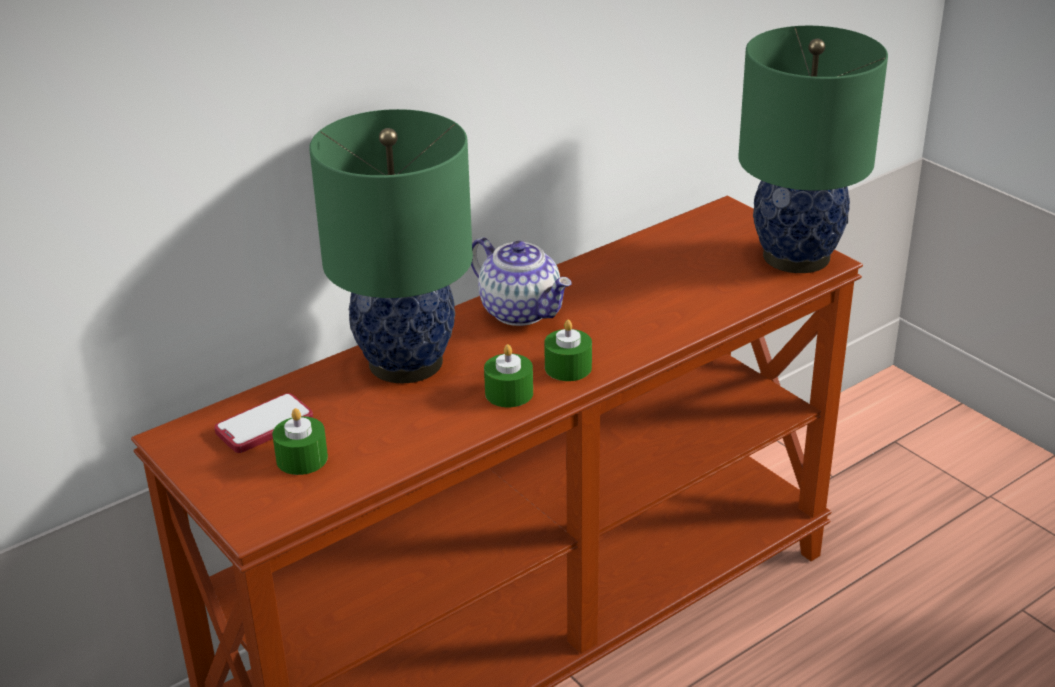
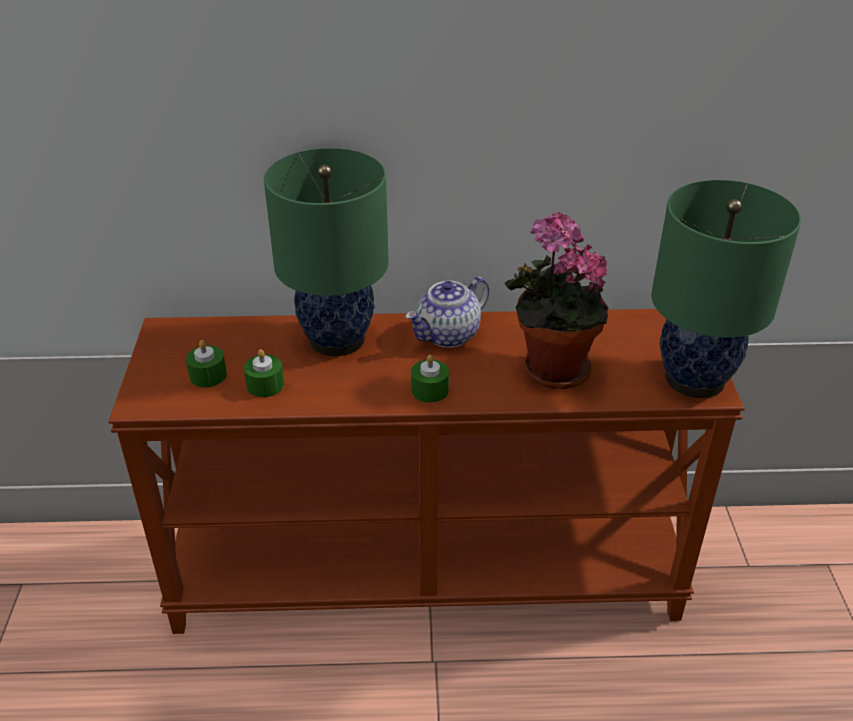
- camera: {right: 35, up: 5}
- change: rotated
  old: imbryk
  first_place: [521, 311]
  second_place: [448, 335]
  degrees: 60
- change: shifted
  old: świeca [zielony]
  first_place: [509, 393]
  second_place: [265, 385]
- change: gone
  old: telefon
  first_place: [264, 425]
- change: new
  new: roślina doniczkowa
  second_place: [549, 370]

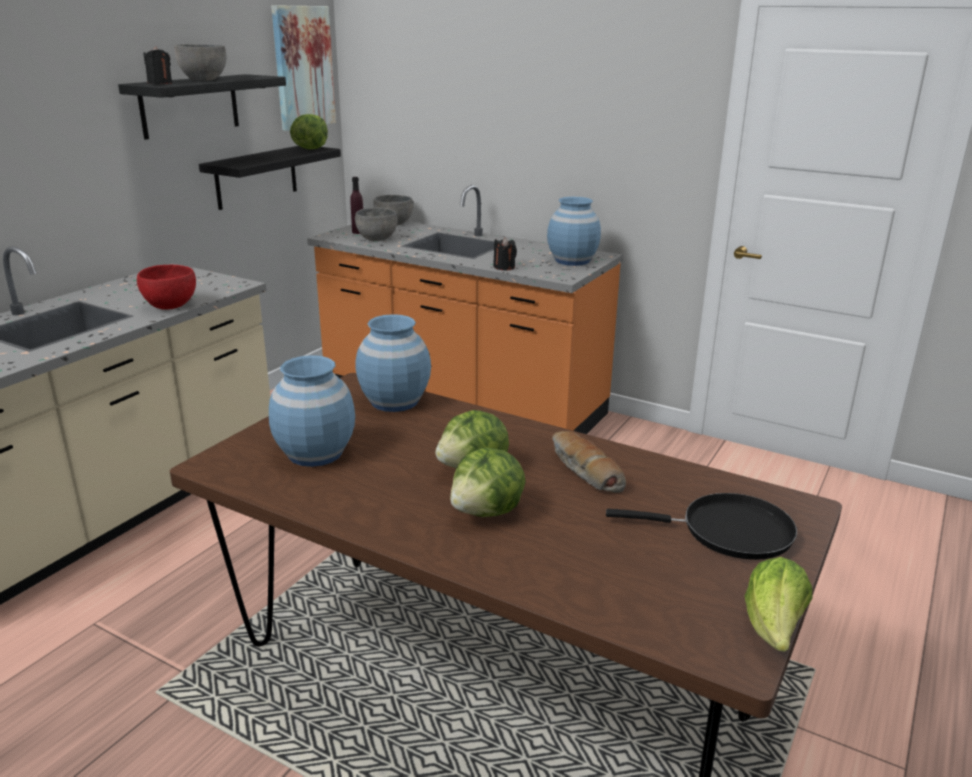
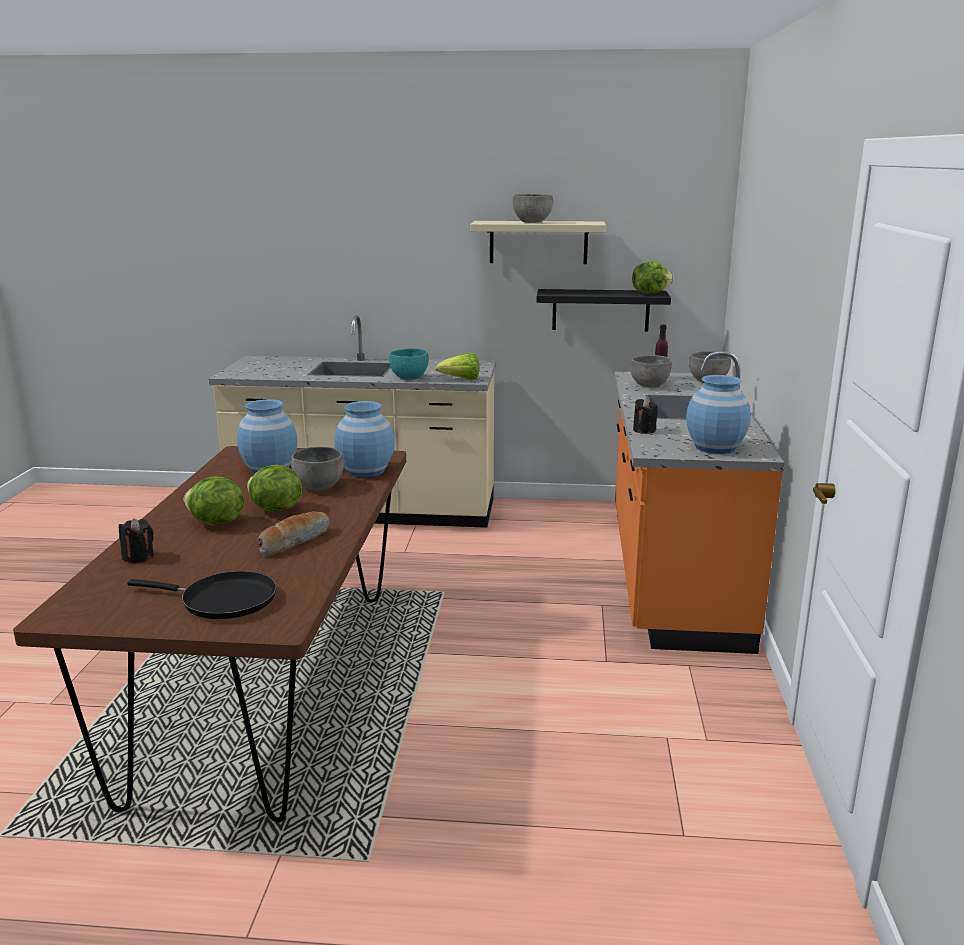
- camera: {right: 65, up: -5}
- change: gone
  old: obraz
  first_place: [303, 67]
- change: shifted
  old: świeca [czarny]
  first_place: [160, 83]
  second_place: [138, 557]
- change: repainted
  old: półka [czarny]
  new: półka [beżowy]
  first_place: [190, 105]
  second_place: [538, 242]
- change: repainted
  old: miska [czerwony]
  new: miska [turkusowy]
  first_place: [169, 306]
  second_place: [409, 378]
- change: rotated
  old: patelnia [czarny]
  first_place: [728, 532]
  second_place: [223, 600]
  degrees: -60
- change: shifted
  old: sałata
  first_place: [773, 629]
  second_place: [461, 379]
- change: new
  new: miska [szary]
  second_place: [319, 487]

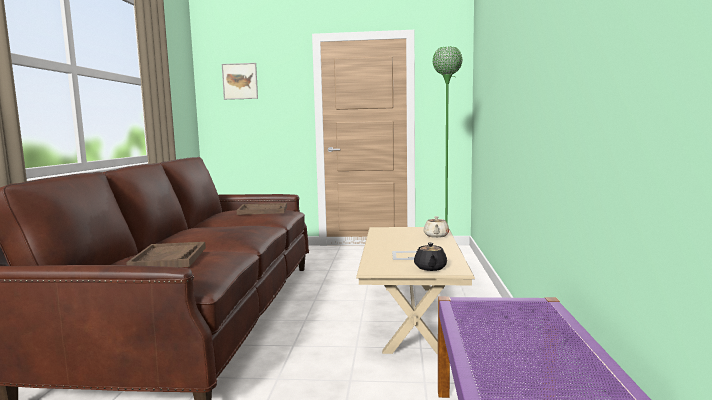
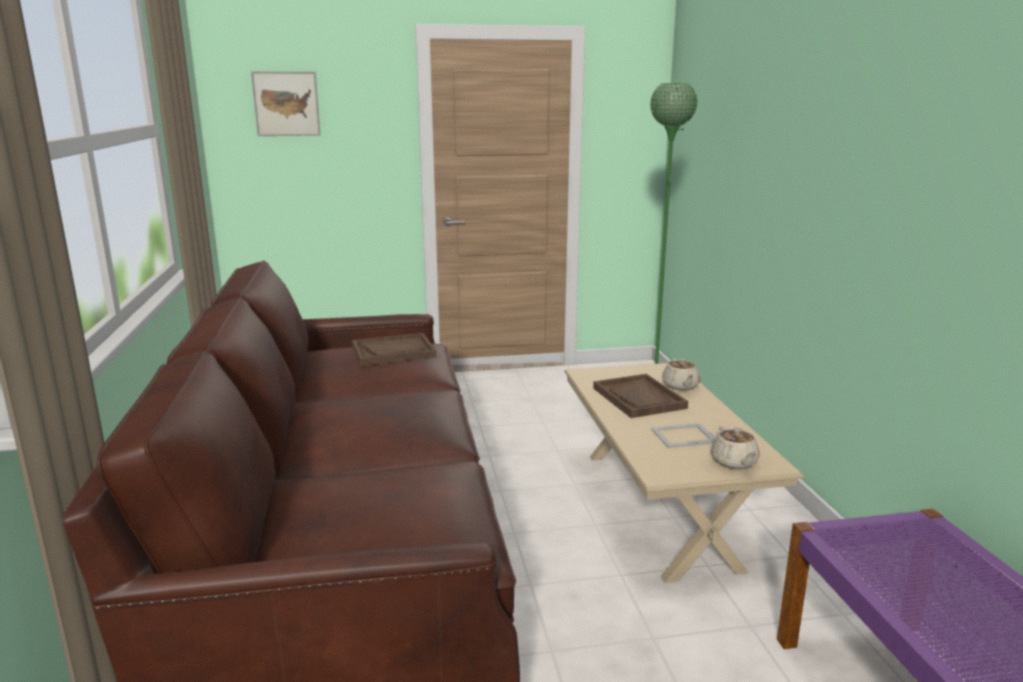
- camera: {right: -15, up: 10}
- change: shifted
  old: taca [brązowy]
  first_place: [169, 258]
  second_place: [639, 398]
- change: repainted
  old: imbryk [czarny]
  new: imbryk [beżowy]
  first_place: [430, 268]
  second_place: [734, 463]

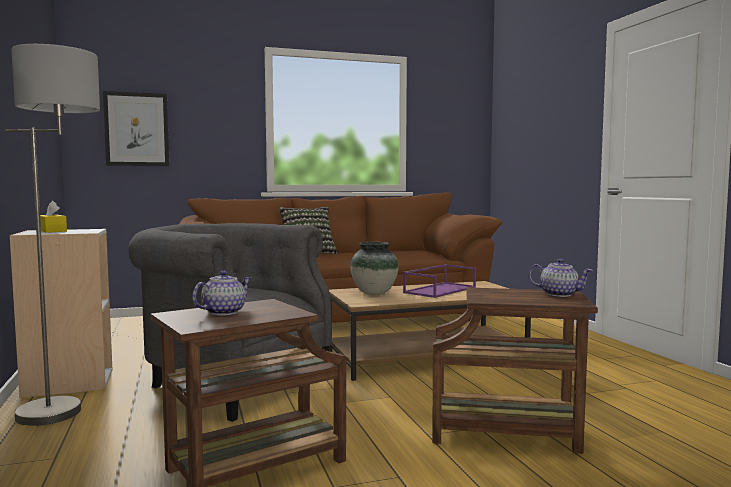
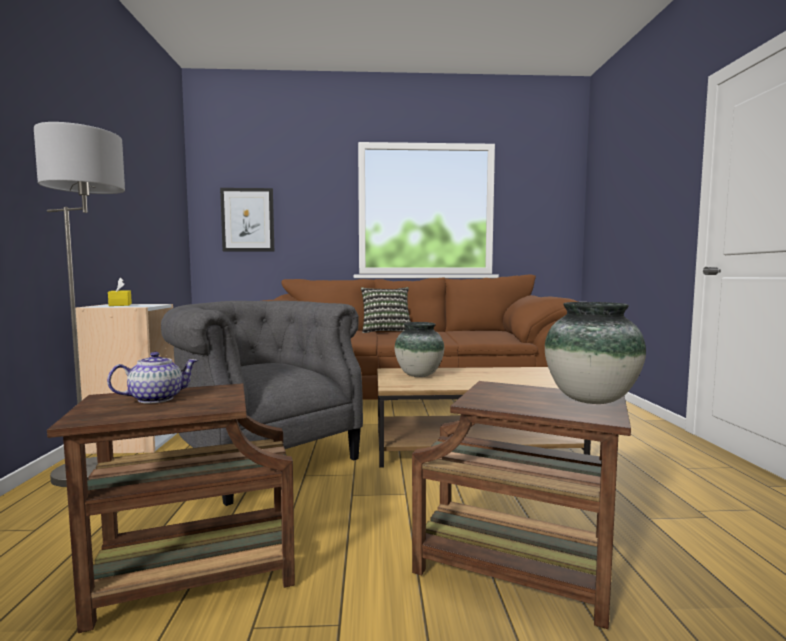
- camera: {right: 15, up: 0}
- change: swapped
  old: imbryk
  new: wazon
  first_place: [559, 294]
  second_place: [590, 399]
- change: gone
  old: taca [fioletowy]
  first_place: [440, 290]

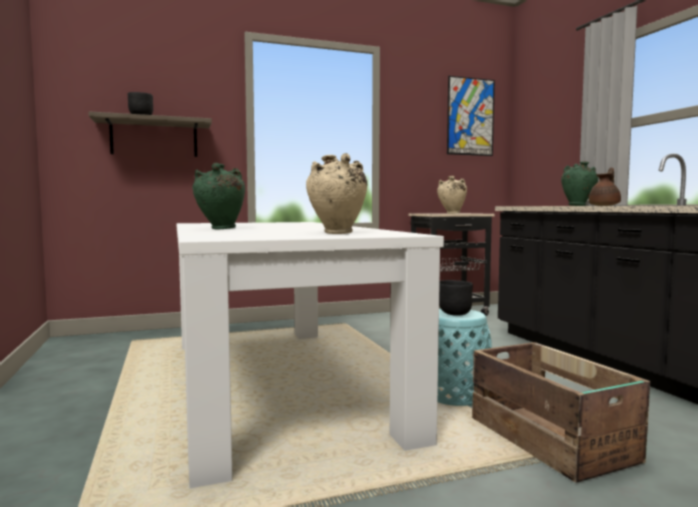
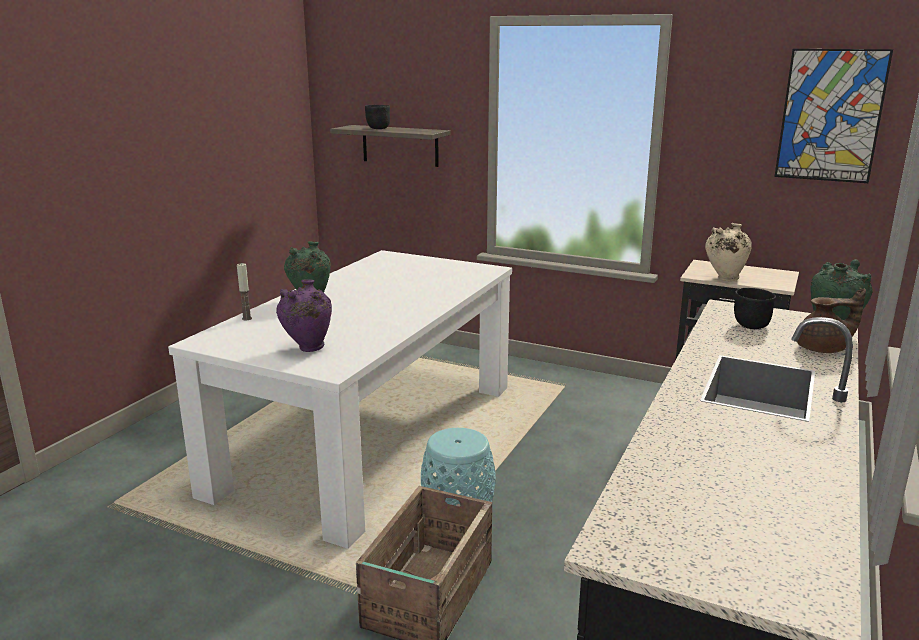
- camera: {right: 45, up: 15}
- change: repainted
  old: wazon [beżowy]
  new: wazon [fioletowy]
  first_place: [337, 233]
  second_place: [307, 348]
- change: shifted
  old: miska [czarny]
  first_place: [454, 314]
  second_place: [750, 326]
- change: new
  new: świeca
  second_place: [246, 318]

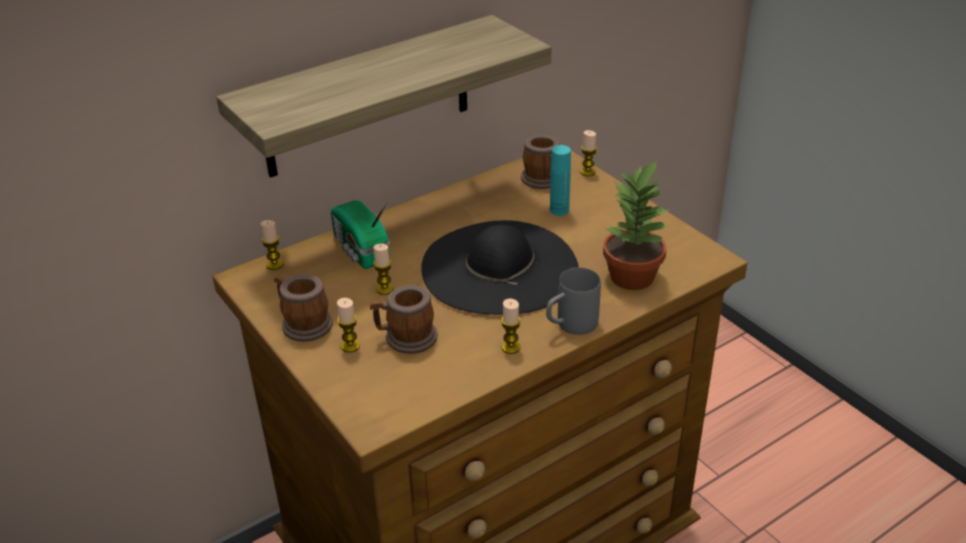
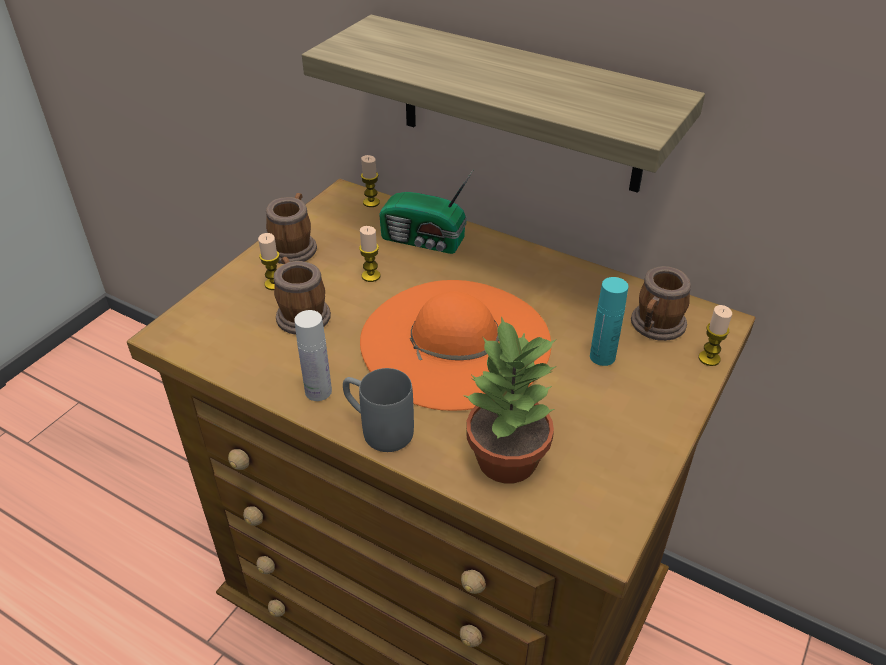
- camera: {right: 65, up: 5}
- change: rotated
  old: radio
  first_place: [360, 250]
  second_place: [424, 241]
  degrees: -105
- change: repainted
  old: kapelusz [czarny]
  new: kapelusz [pomarańczowy]
  first_place: [499, 267]
  second_place: [455, 341]
- change: swapped
  old: świeca
  new: butelka [biały]
  first_place: [511, 347]
  second_place: [318, 391]

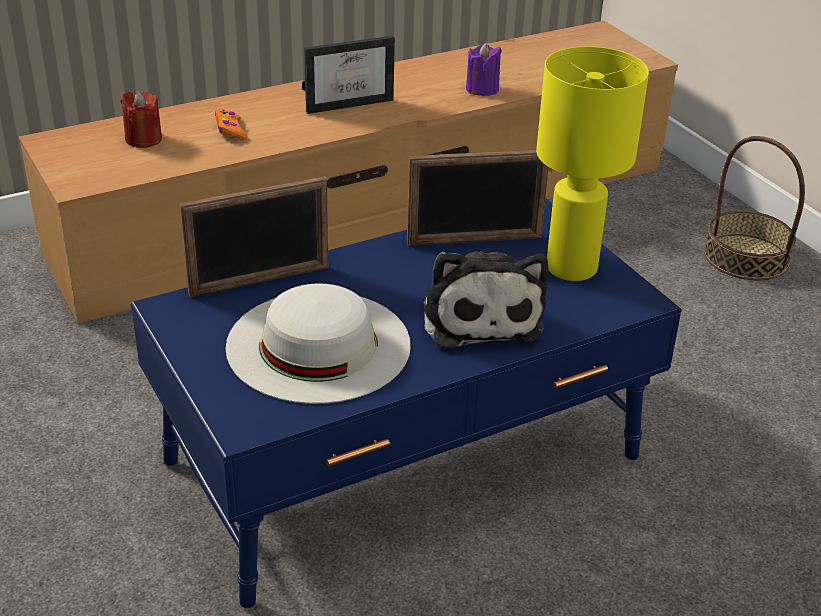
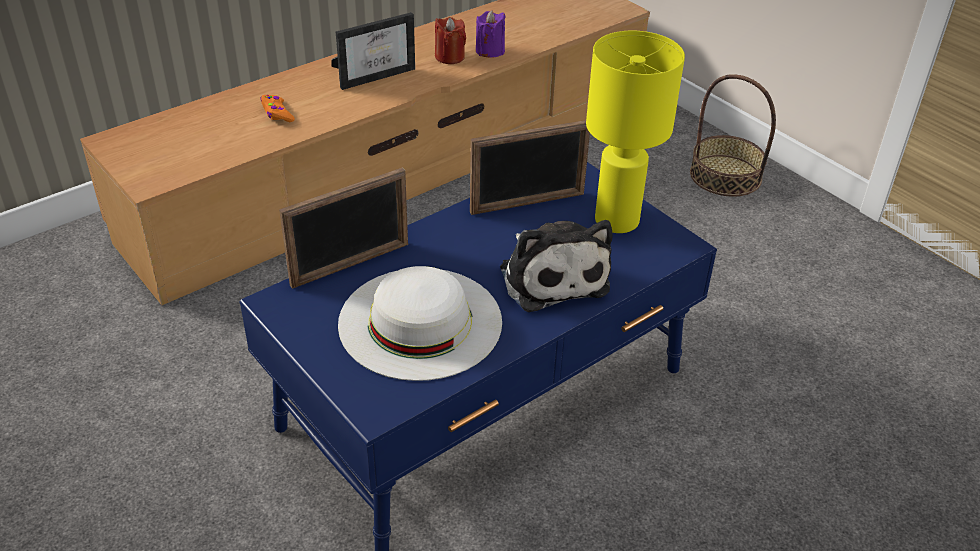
- camera: {right: -10, up: 5}
- change: shifted
  old: świeca [czerwony]
  first_place: [143, 139]
  second_place: [449, 57]

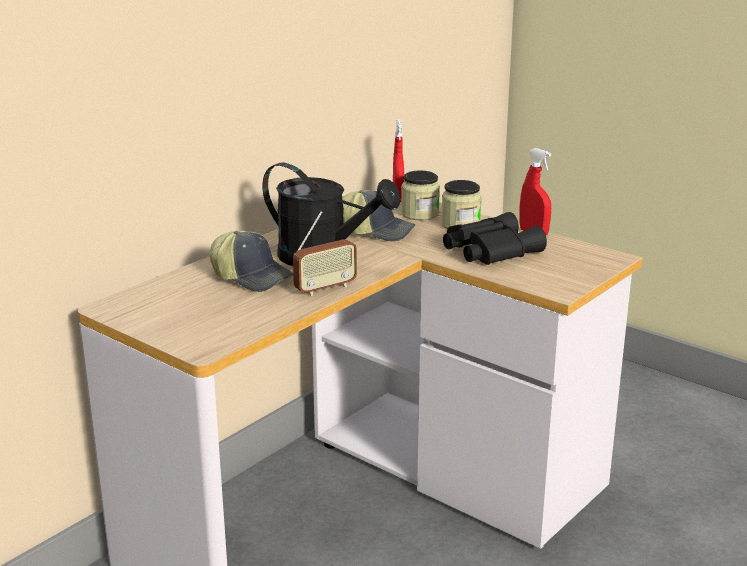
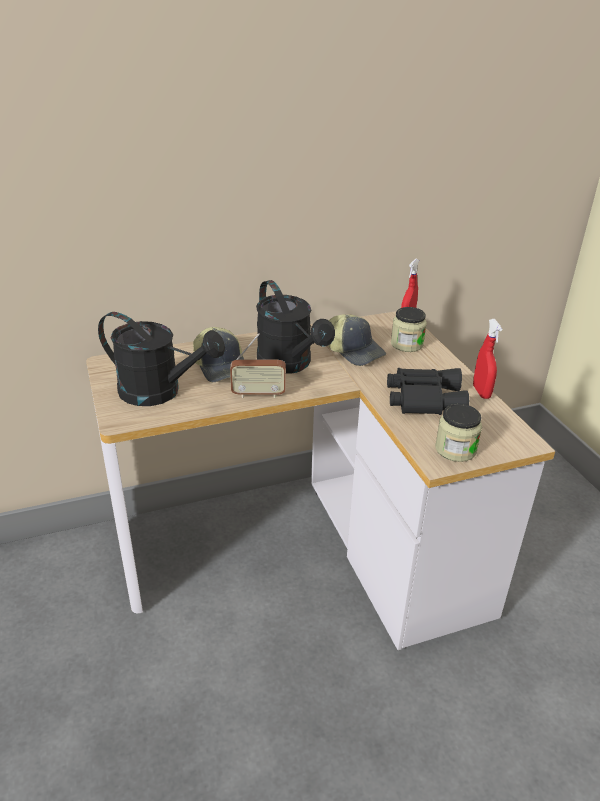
- camera: {right: 30, up: 10}
- change: shifted
  old: słoik
  first_place: [460, 224]
  second_place: [455, 449]
- change: new
  new: konewka [czarny]
  second_place: [160, 392]

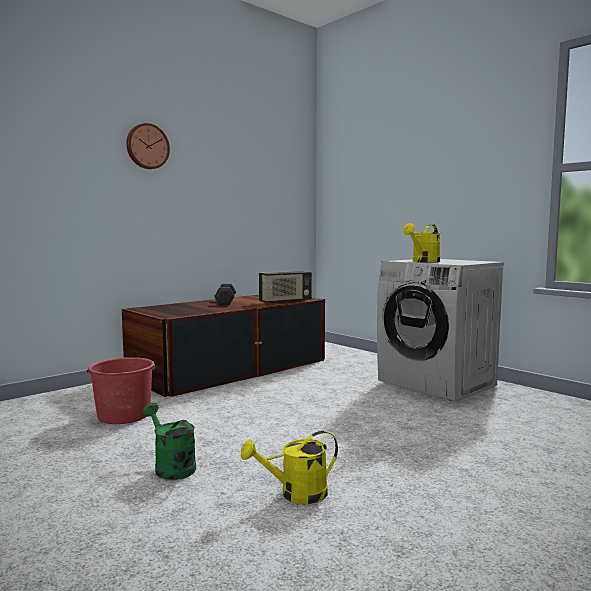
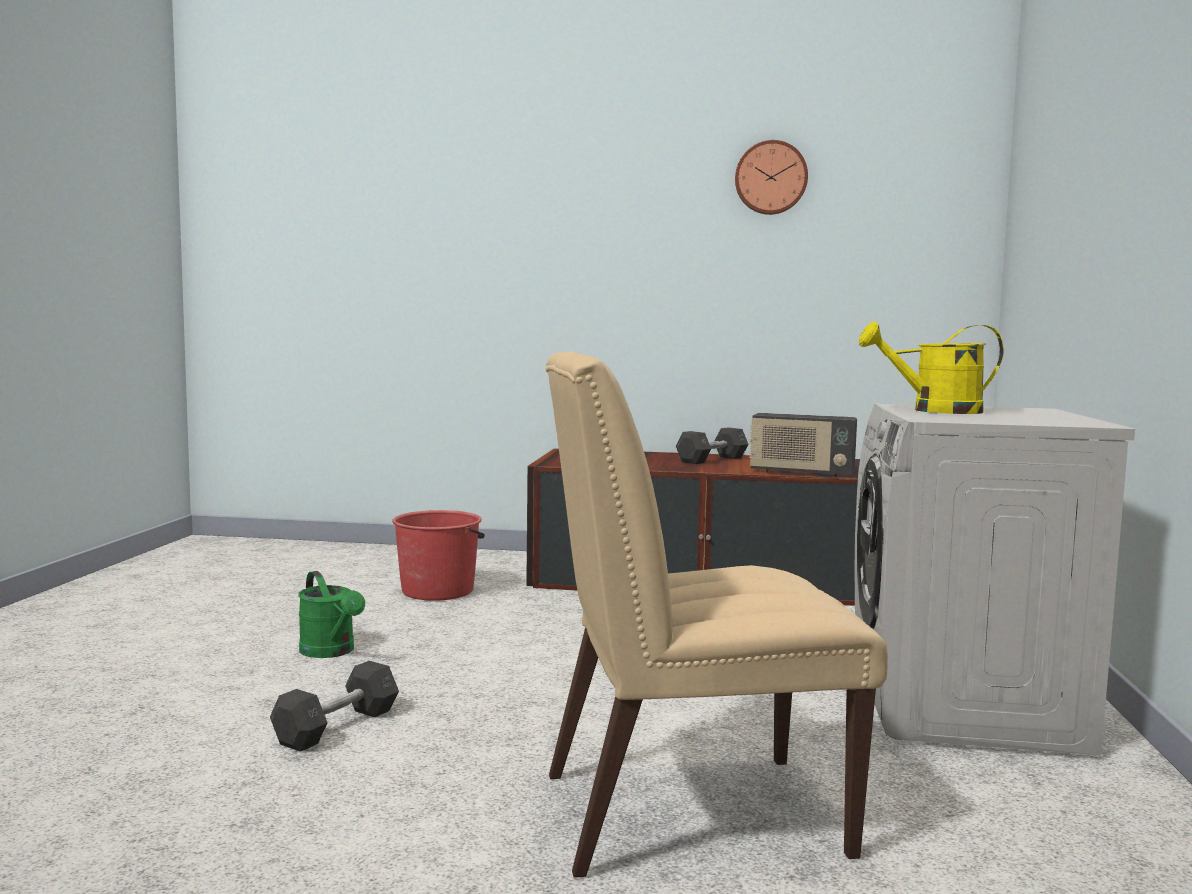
- camera: {right: 50, up: 0}
- change: shifted
  old: zegar ścienny
  first_place: [147, 146]
  second_place: [771, 178]
- change: rotated
  old: konewka [zielony]
  first_place: [171, 467]
  second_place: [331, 652]
  degrees: 135
- change: swapped
  old: konewka [żółty]
  new: hantel [szary]
  first_place: [296, 494]
  second_place: [337, 726]
- change: new
  new: krzesło [beżowy]
  second_place: [693, 812]

